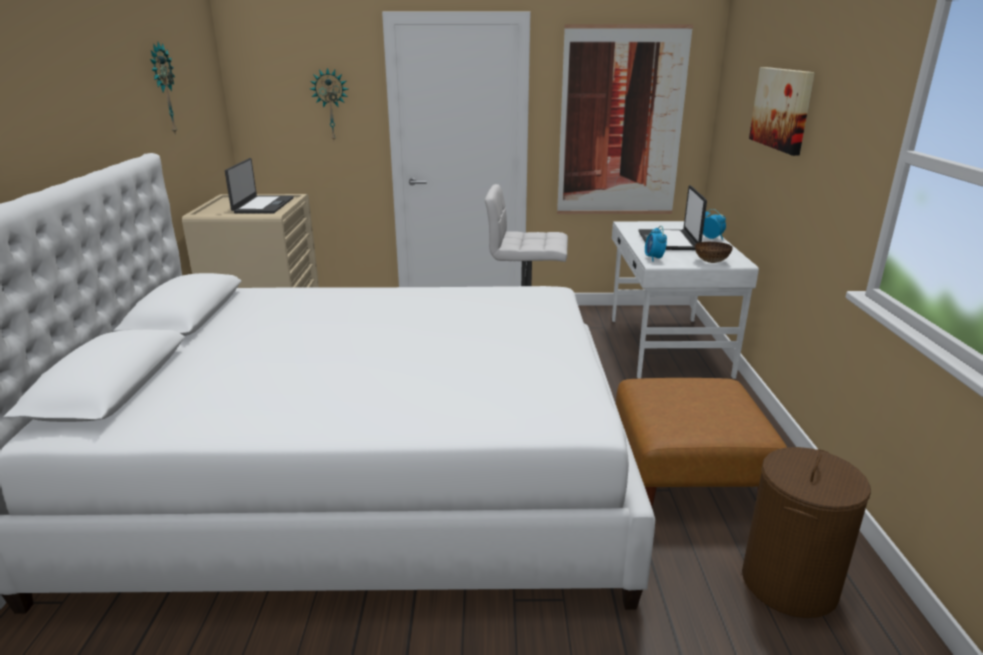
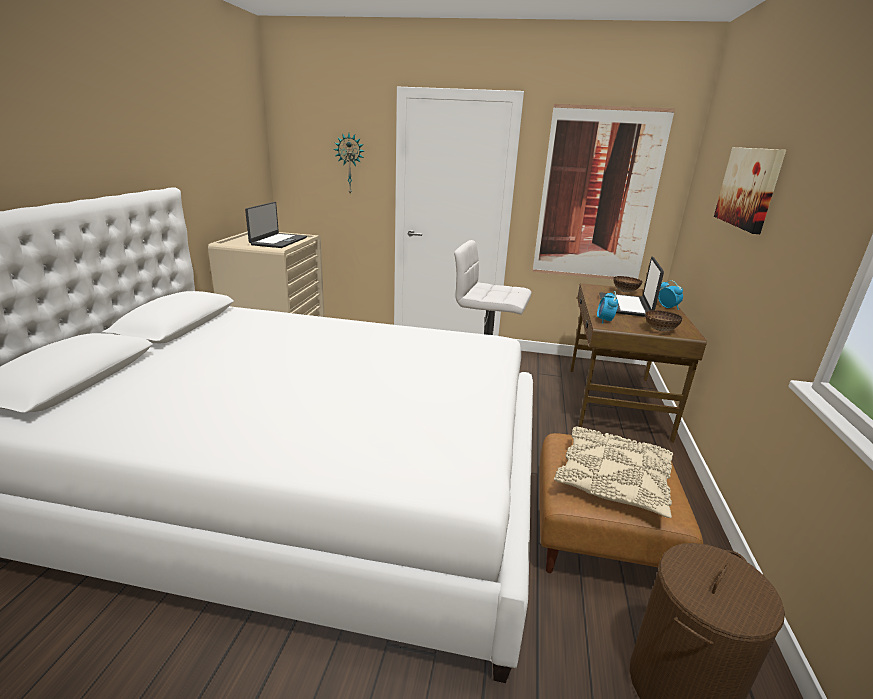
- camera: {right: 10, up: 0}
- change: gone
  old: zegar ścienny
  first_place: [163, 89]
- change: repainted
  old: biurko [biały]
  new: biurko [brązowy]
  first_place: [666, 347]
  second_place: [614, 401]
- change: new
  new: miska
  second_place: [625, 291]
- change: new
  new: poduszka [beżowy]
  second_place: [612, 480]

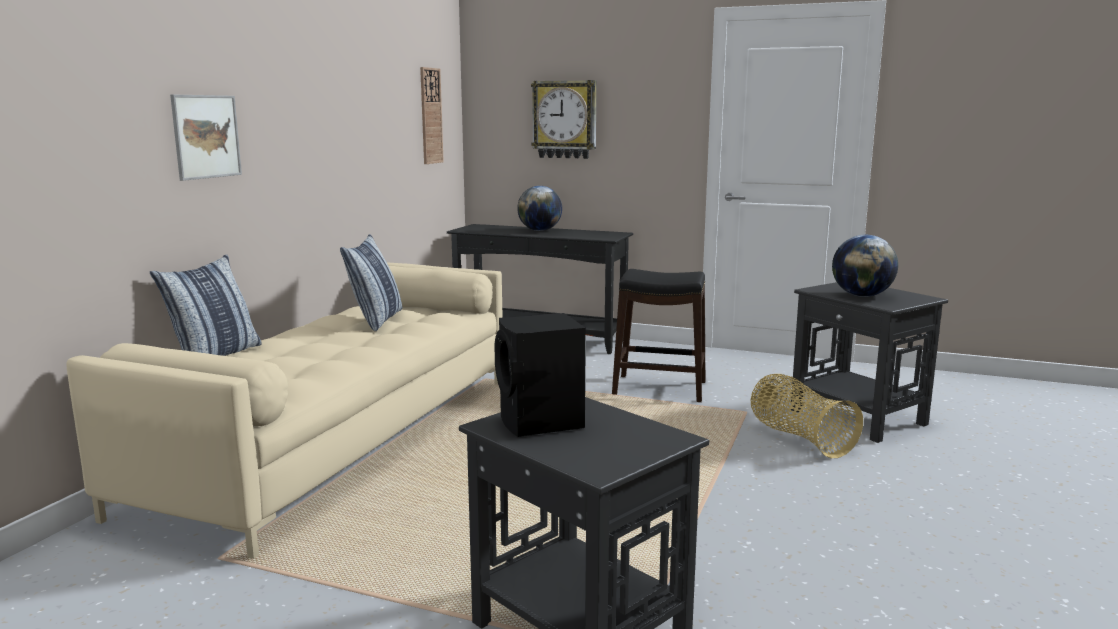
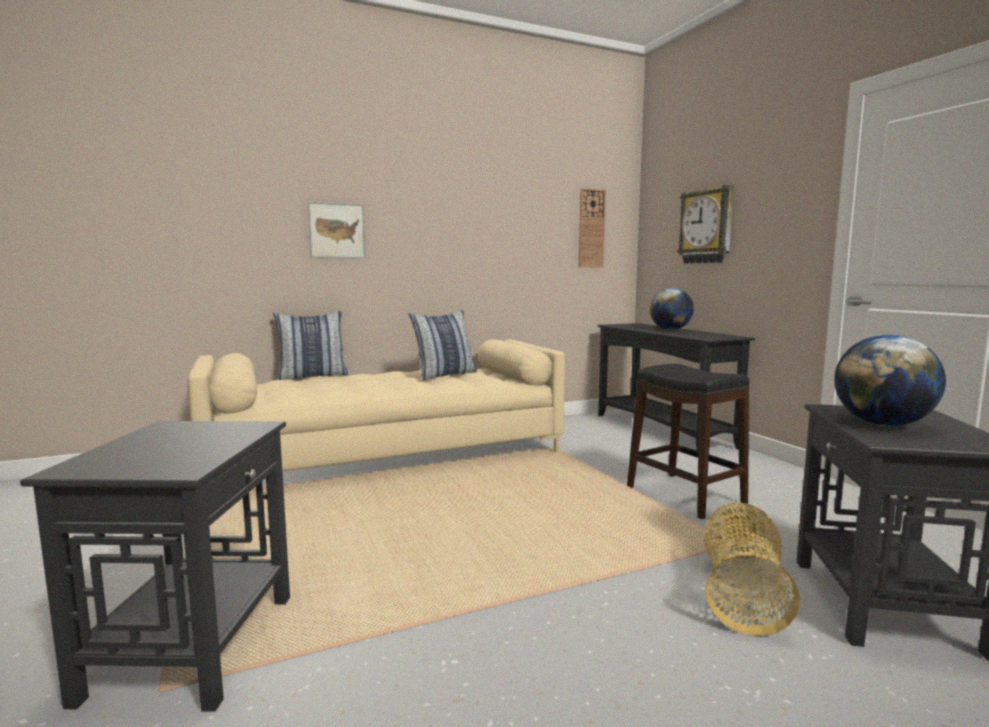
- camera: {right: 45, up: -5}
- change: gone
  old: głośnik [czarny]
  first_place: [541, 423]

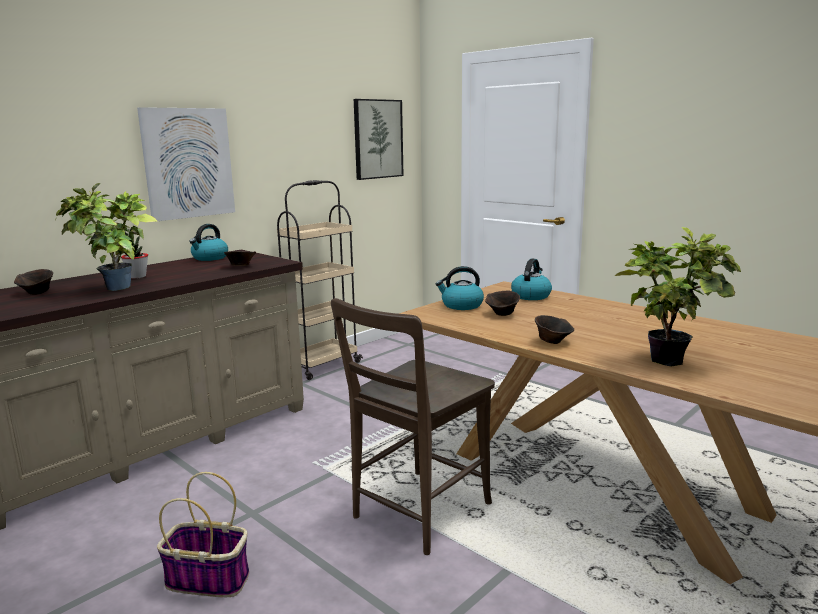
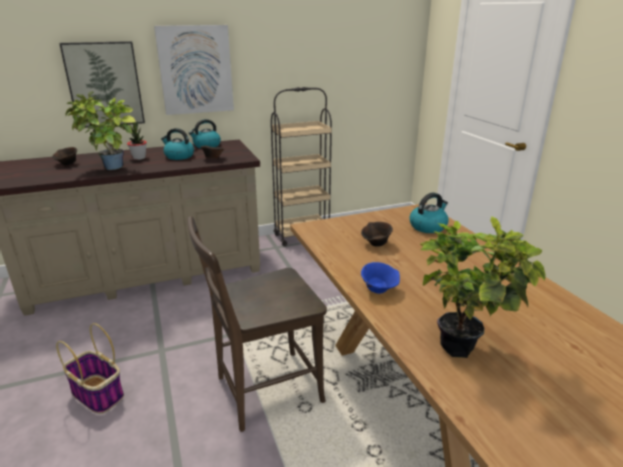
- camera: {right: 25, up: 10}
- change: shifted
  old: obraz
  first_place: [377, 139]
  second_place: [104, 84]
- change: shifted
  old: czajnik
  first_place: [461, 305]
  second_place: [179, 156]
- change: repainted
  old: miska [brązowy]
  new: miska [niebieski]
  first_place: [553, 341]
  second_place: [379, 290]

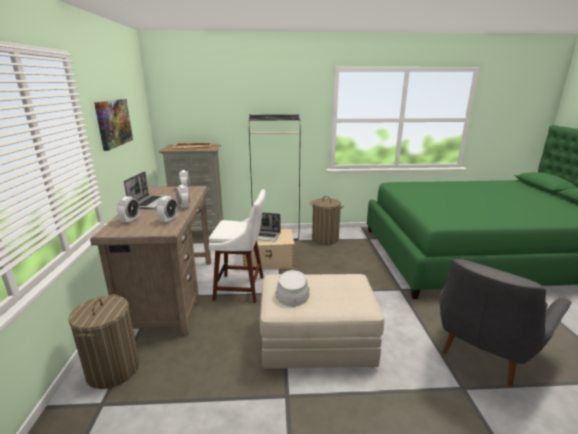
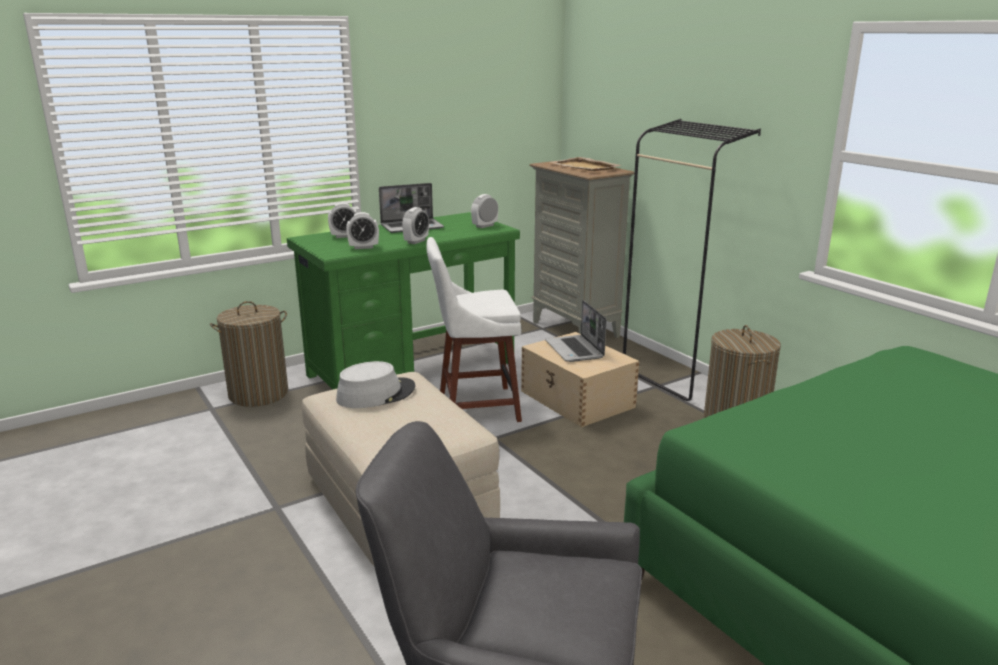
- camera: {right: 60, up: 0}
- change: gone
  old: obraz
  first_place: [113, 123]
- change: repainted
  old: biurko [brązowy]
  new: biurko [zielony]
  first_place: [172, 293]
  second_place: [412, 368]
- change: rotated
  old: krzesło [biały]
  first_place: [242, 288]
  second_place: [473, 406]
  degrees: 105

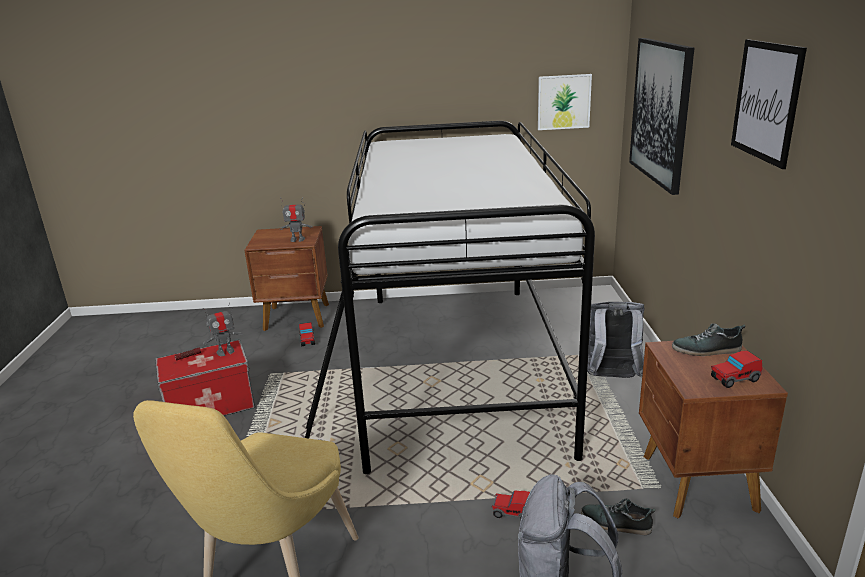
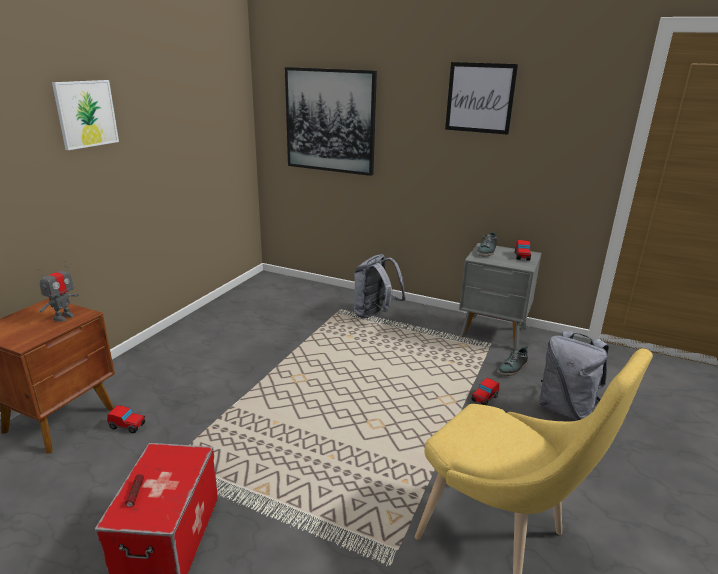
- camera: {right: -65, up: 0}
- change: shifted
  old: obraz
  first_place: [563, 102]
  second_place: [86, 114]
- change: gone
  old: łóżko [czarny]
  first_place: [454, 366]
- change: gone
  old: robot zabawkowy
  first_place: [225, 352]
- change: repainted
  old: szafka nocna [brązowy]
  new: szafka nocna [szary]
  first_place: [697, 483]
  second_place: [494, 333]

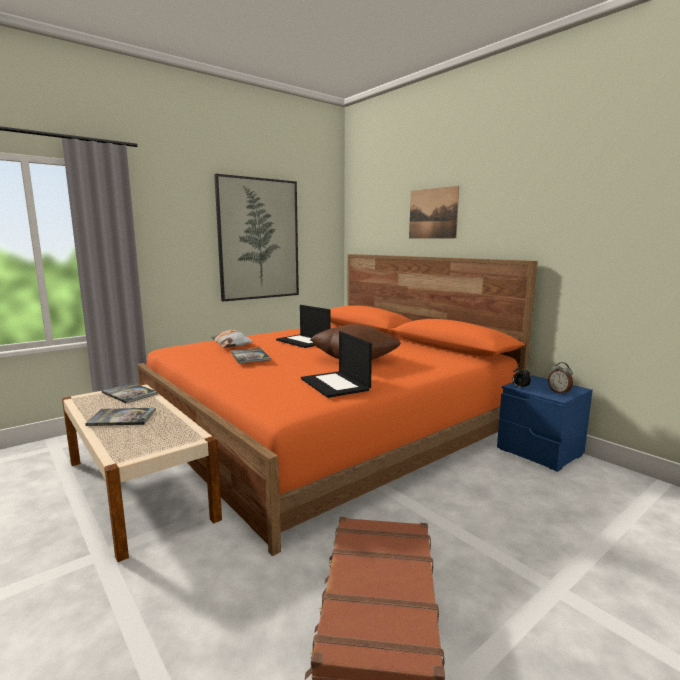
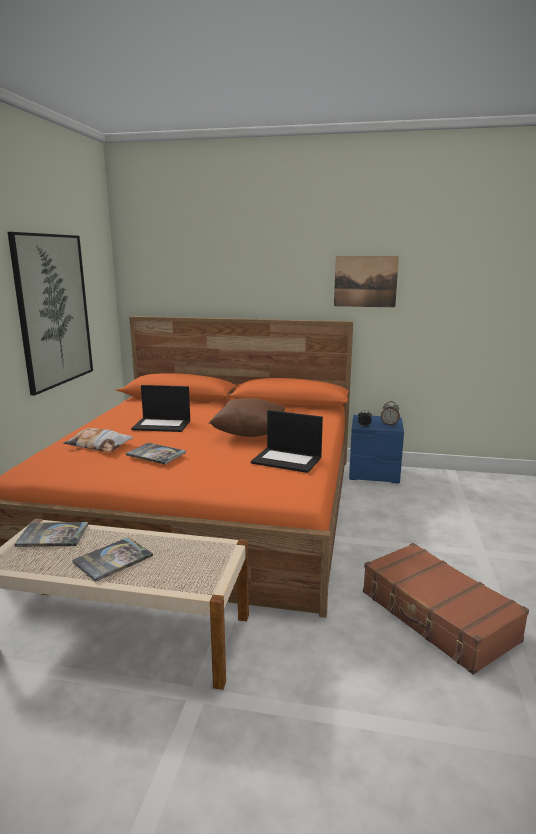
- camera: {right: -40, up: 5}
- change: shifted
  old: obraz
  first_place: [433, 213]
  second_place: [365, 281]

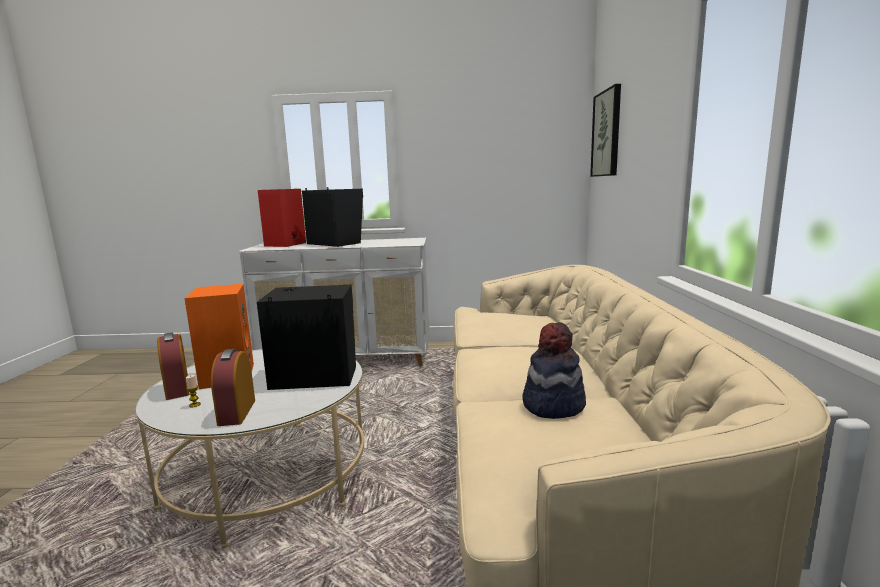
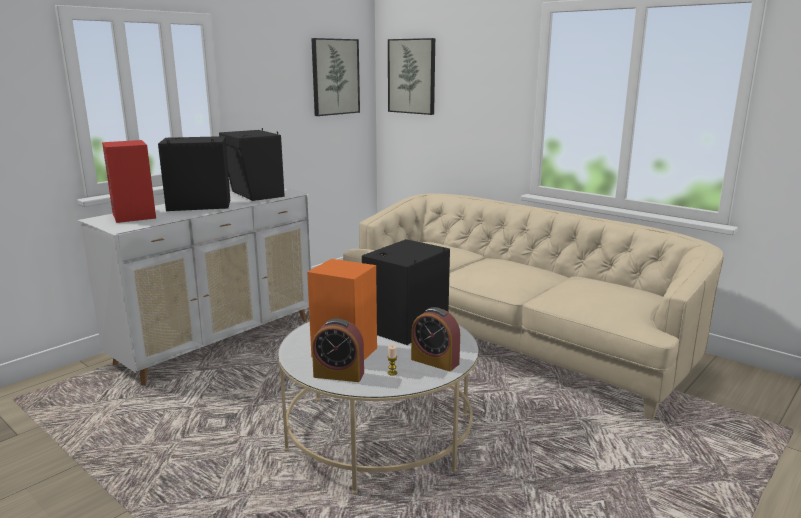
- camera: {right: -50, up: 5}
- change: gone
  old: kapelusz
  first_place: [552, 404]
- change: new
  new: obraz
  second_place: [335, 77]
- change: new
  new: głośnik [czarny]
  second_place: [255, 194]

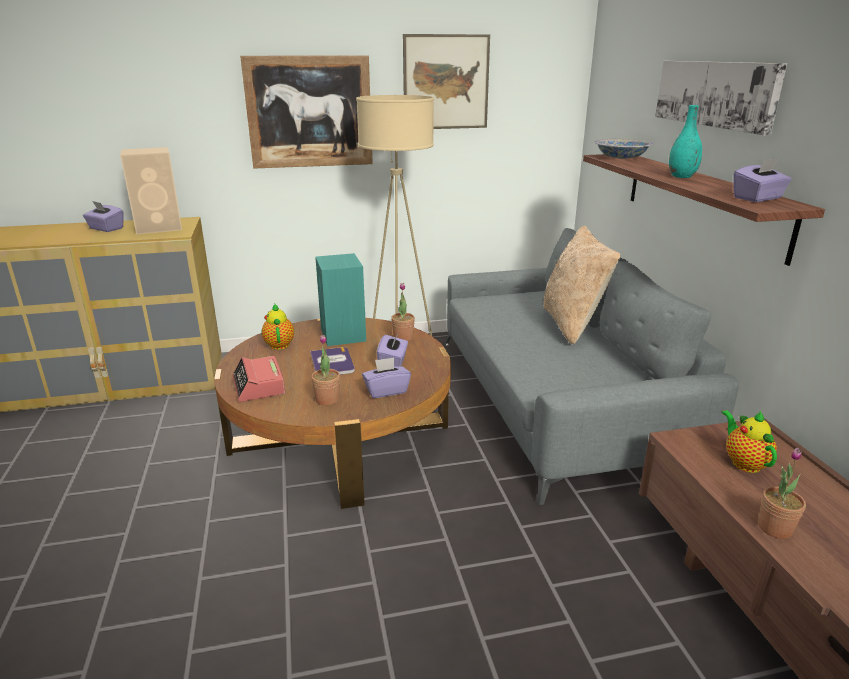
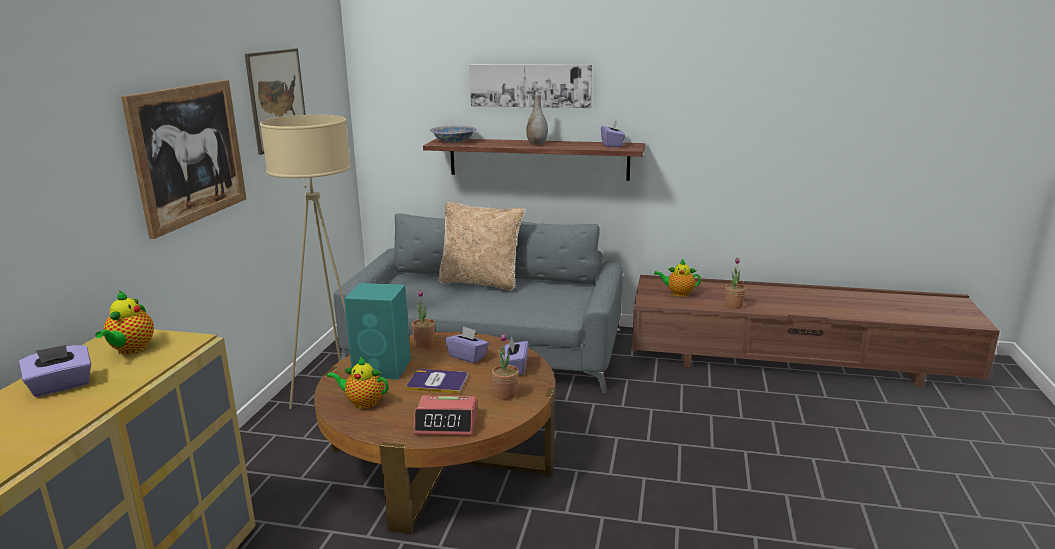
- camera: {right: -65, up: -5}
- change: repainted
  old: wazon [turkusowy]
  new: wazon [szary]
  first_place: [681, 176]
  second_place: [537, 144]
- change: swapped
  old: głośnik [beżowy]
  new: imbryk
  first_place: [160, 227]
  second_place: [131, 350]

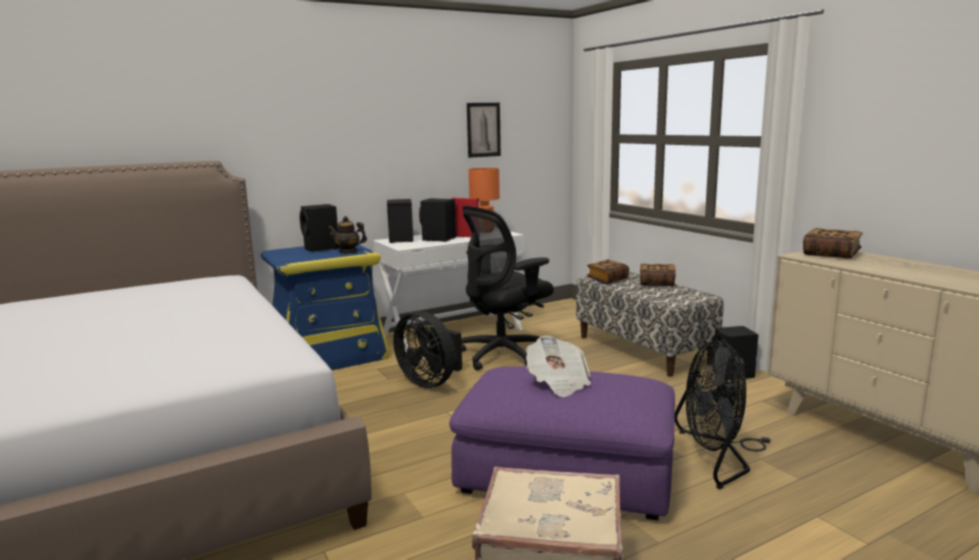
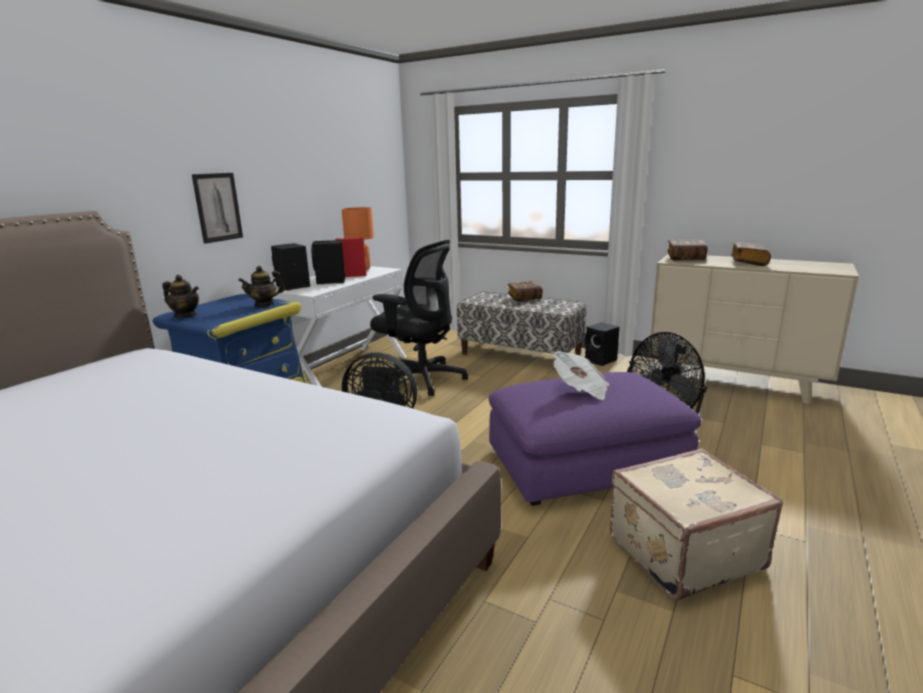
- camera: {right: -30, up: 5}
- change: shifted
  old: obraz
  first_place: [483, 130]
  second_place: [218, 207]
- change: gone
  old: głośnik [czarny]
  first_place: [321, 248]
- change: rotated
  old: krzesło biurowe [czarny]
  first_place: [506, 353]
  second_place: [418, 379]
  degrees: -90
- change: shifted
  old: książka
  first_place: [607, 280]
  second_place: [748, 263]
- change: new
  new: imbryk
  second_place: [186, 315]

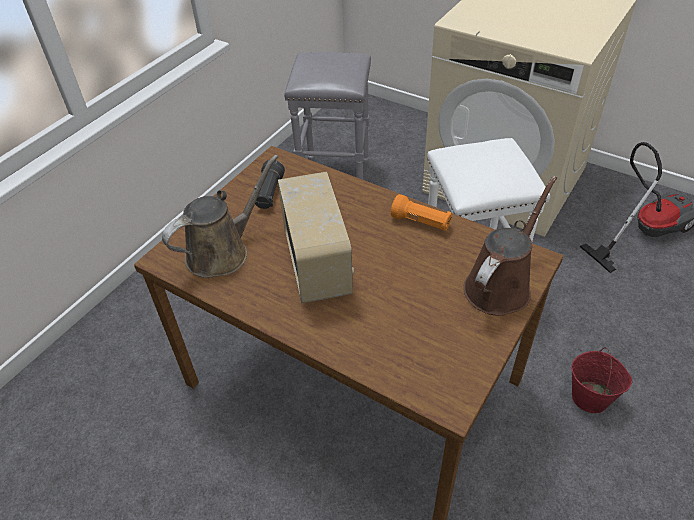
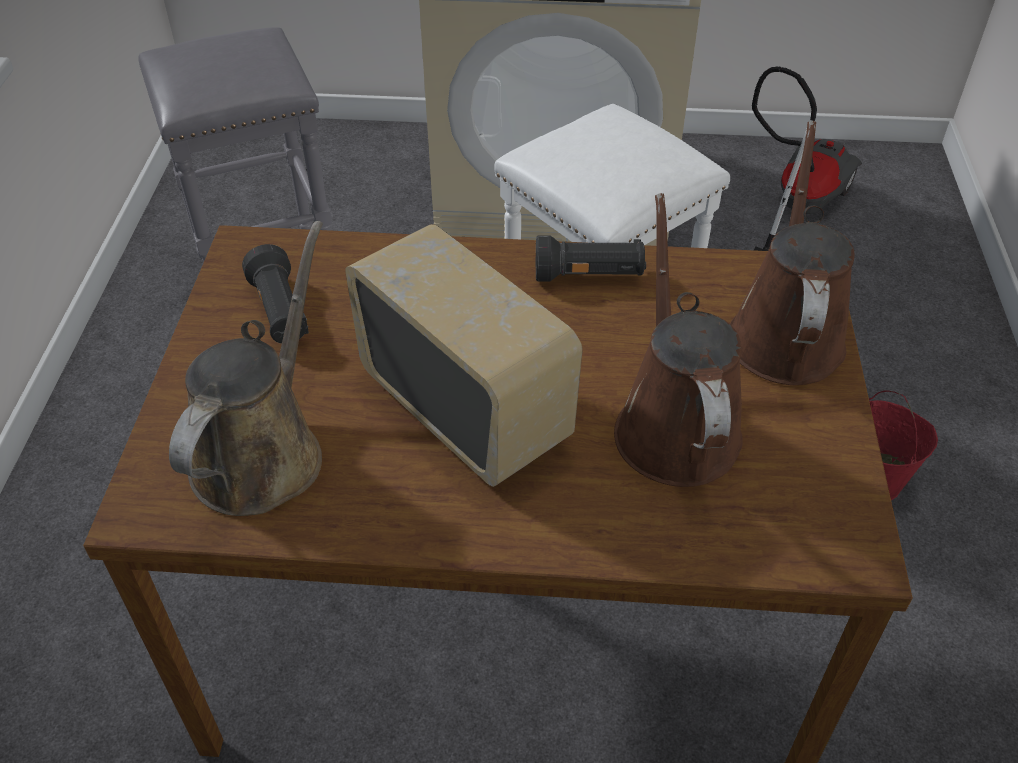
- camera: {right: -30, up: 0}
- change: repainted
  old: latarka [pomarańczowy]
  new: latarka [czarny]
  first_place: [421, 223]
  second_place: [589, 276]
- change: new
  new: konewka [brązowy]
  second_place: [674, 424]

